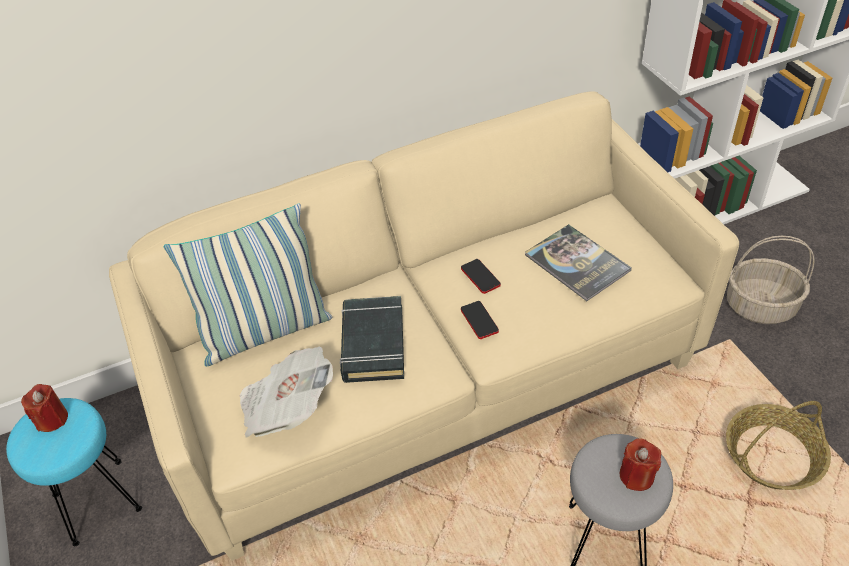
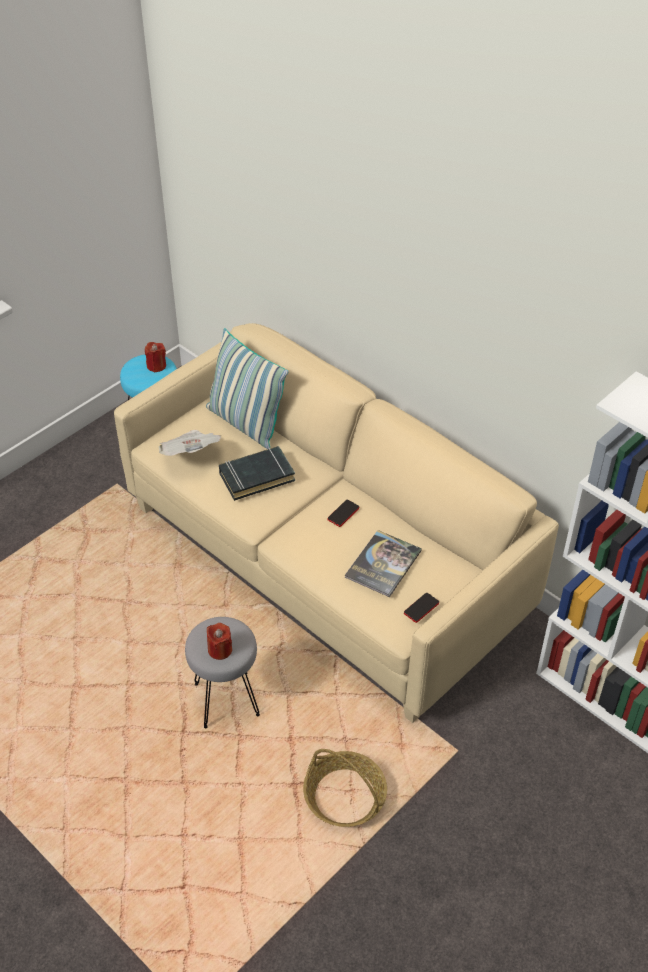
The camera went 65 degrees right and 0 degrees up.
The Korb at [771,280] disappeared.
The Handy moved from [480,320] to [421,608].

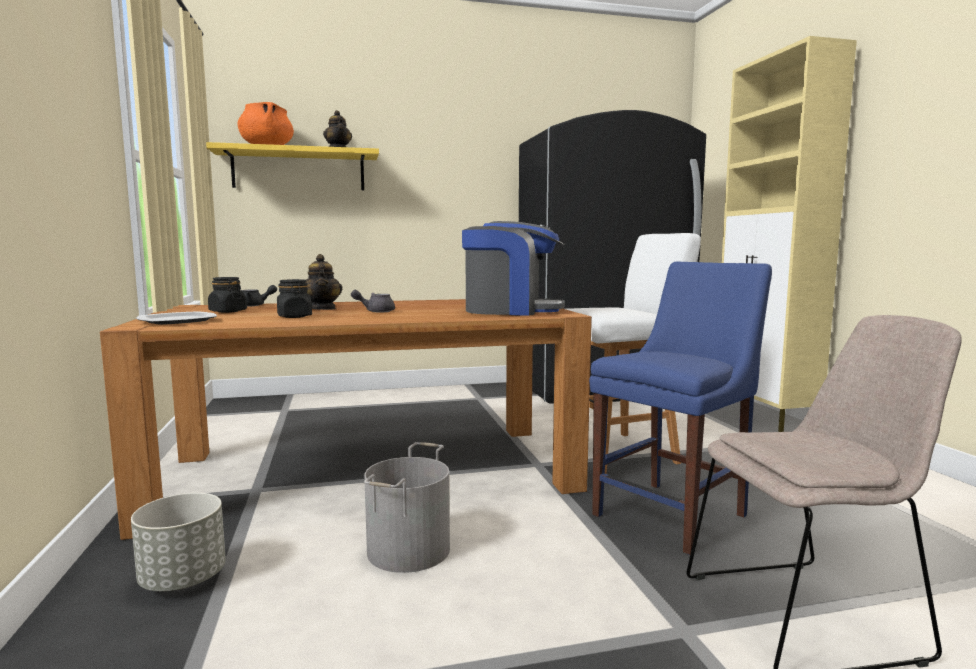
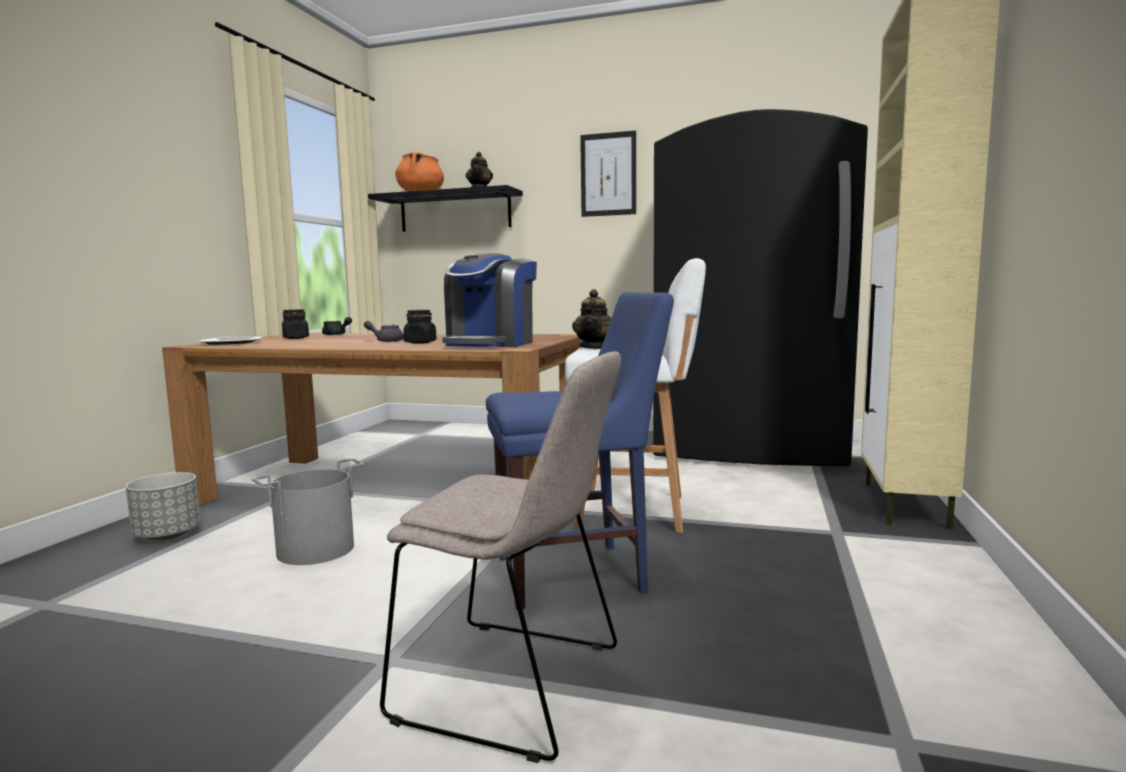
The camera went 30 degrees right and 0 degrees up.
The Bild at [608,173] appeared.
The Vorratsglas [schwarz] moved from [294,298] to [420,327].
The Teekanne moved from [324,282] to [591,319].
The Wandregal [gelb] at [292,166] became the Wandregal [schwarz] at [445,208].
The Kaffeemaschine at [513,268] turned 75 degrees clockwise.

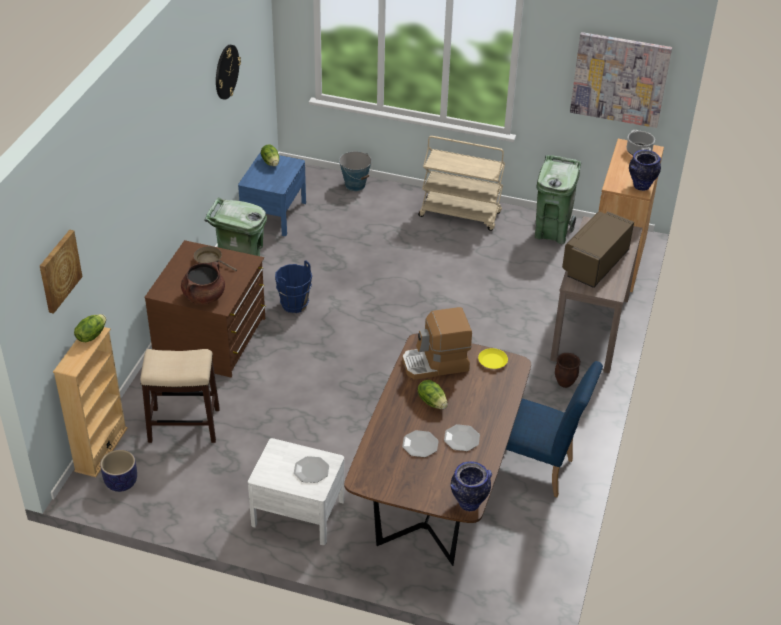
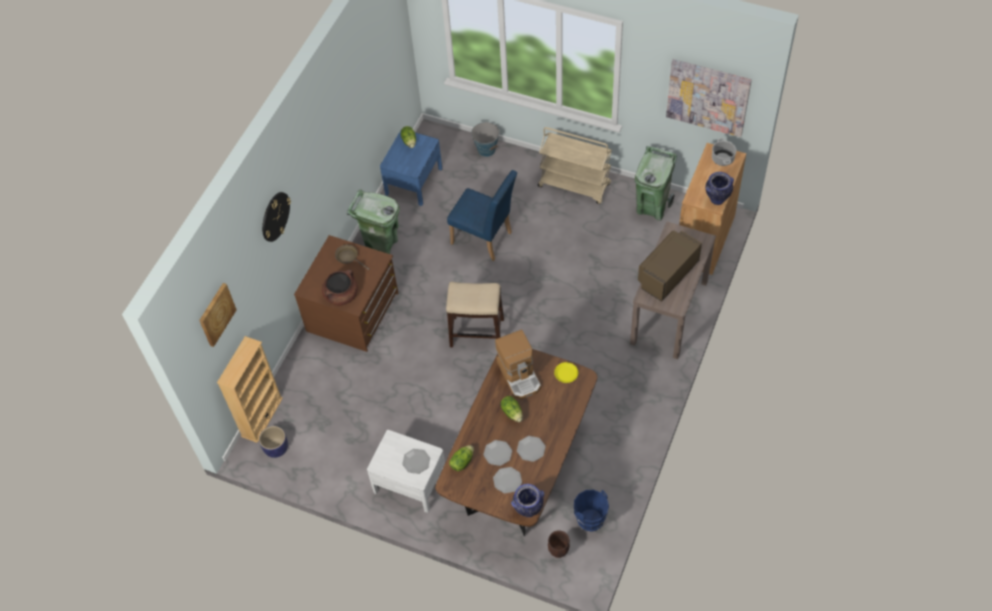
The camera went 10 degrees right and 15 degrees up.
The Teller at [507,480] appeared.
The Salatkopf moved from [90,328] to [461,458].
The Hocker moved from [180,396] to [475,314].
The Wanduhr moved from [228,72] to [276,217].
The Eimer [blau] moved from [293,286] to [591,511].
The Stuhl [blau] moved from [554,429] to [482,215].
The Pflanzkübel [braun] moved from [568,370] to [559,544].
The Kaffeemaschine at [437,343] turned 105 degrees counterclockwise.

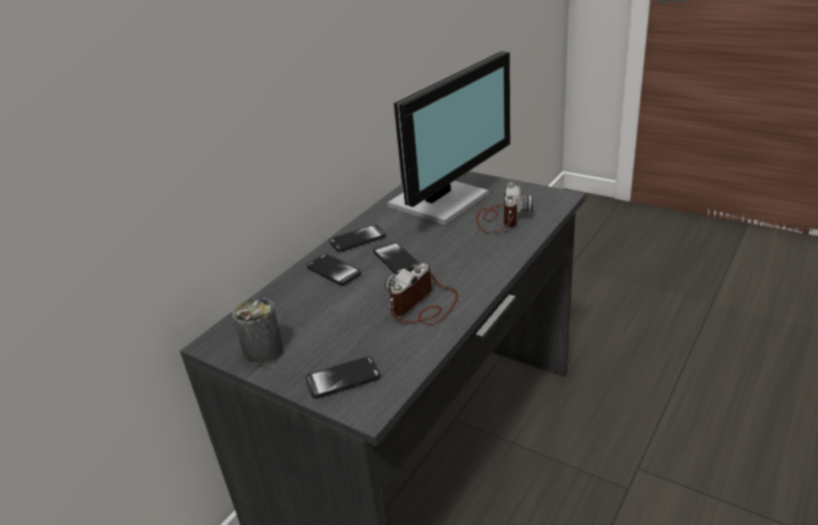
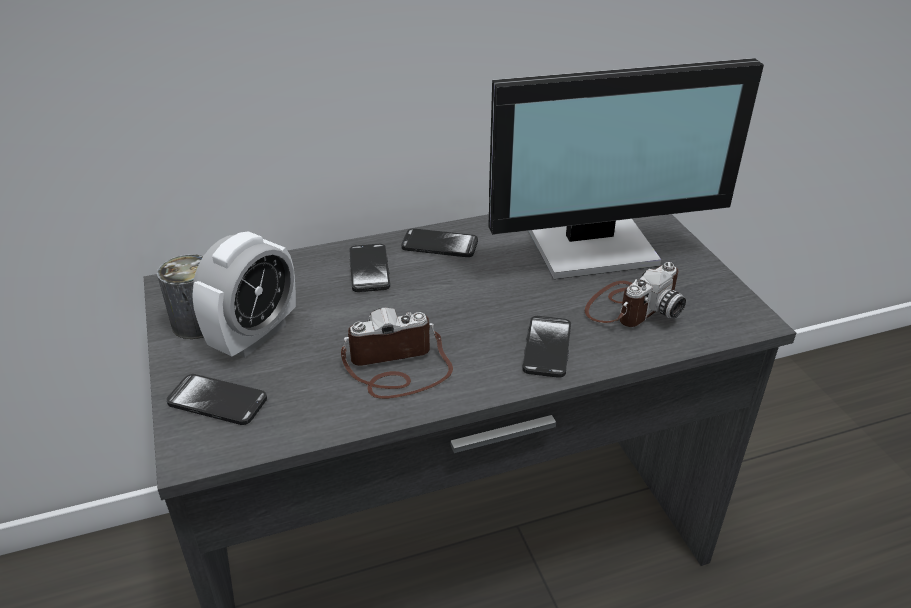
The camera went 35 degrees right and 5 degrees up.
The Wecker at [244,294] appeared.
The Handy moved from [396,258] to [546,347].

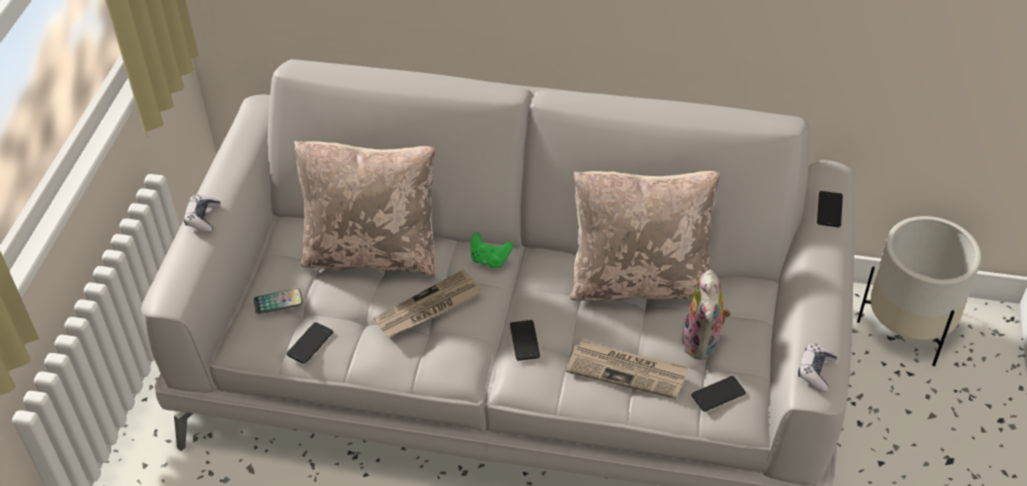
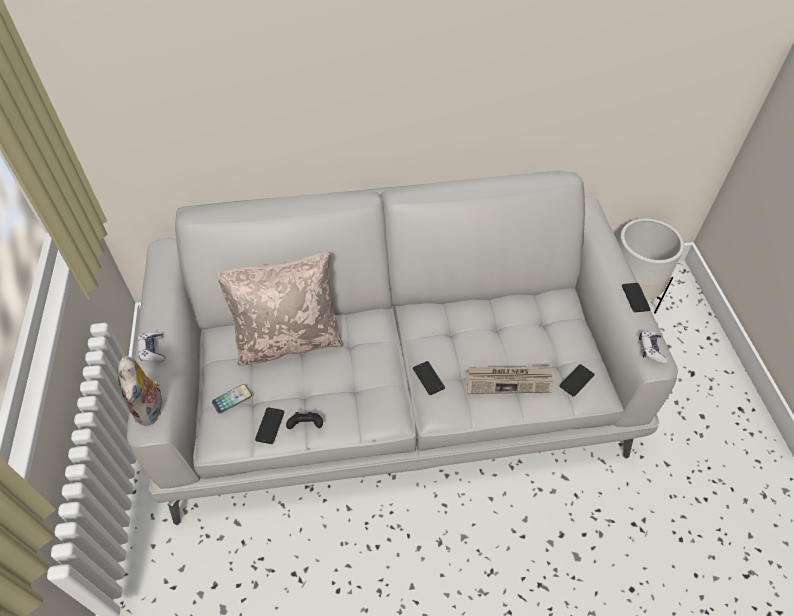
The camera went 20 degrees left and 5 degrees up.
The Zeitung at [427,303] disappeared.
The Gamepad [grün] at [492,250] disappeared.
The Kissen [beige] at [644,236] disappeared.
The Gamepad [schwarz] at [304,420] appeared.
The Plüschtier moved from [706,314] to [140,391].
The Handy moved from [830,209] to [636,297].

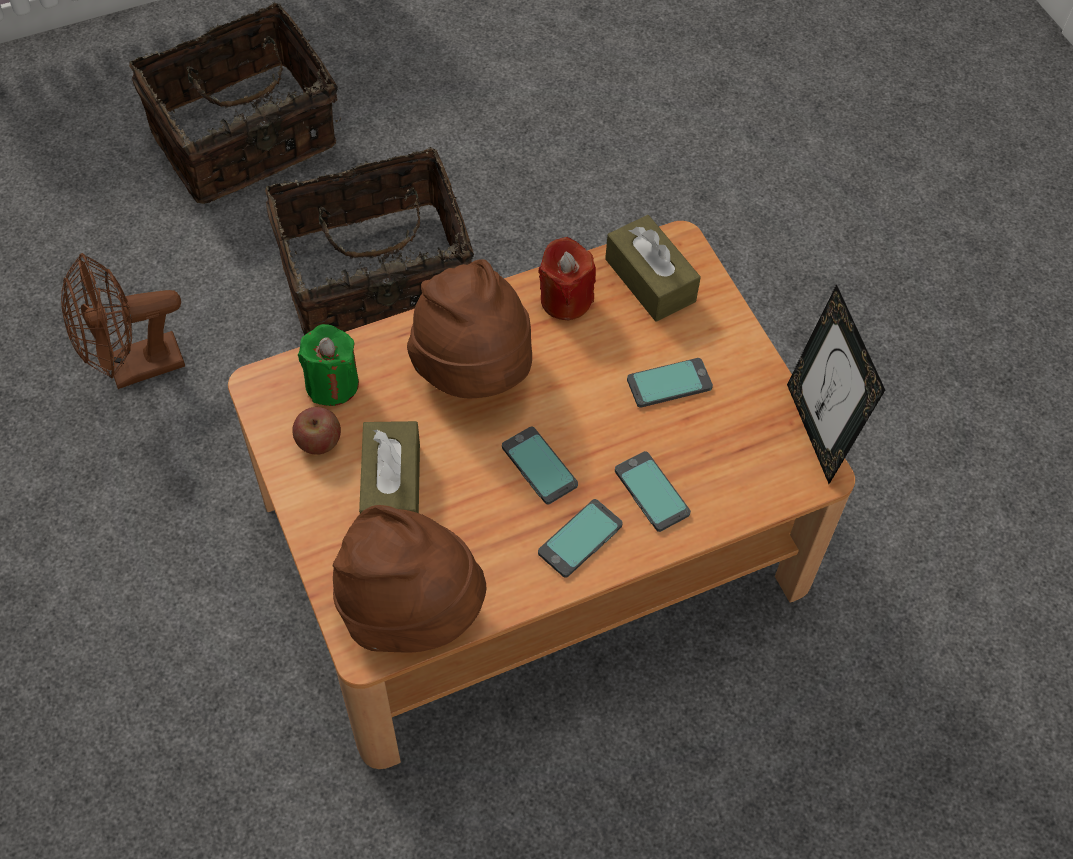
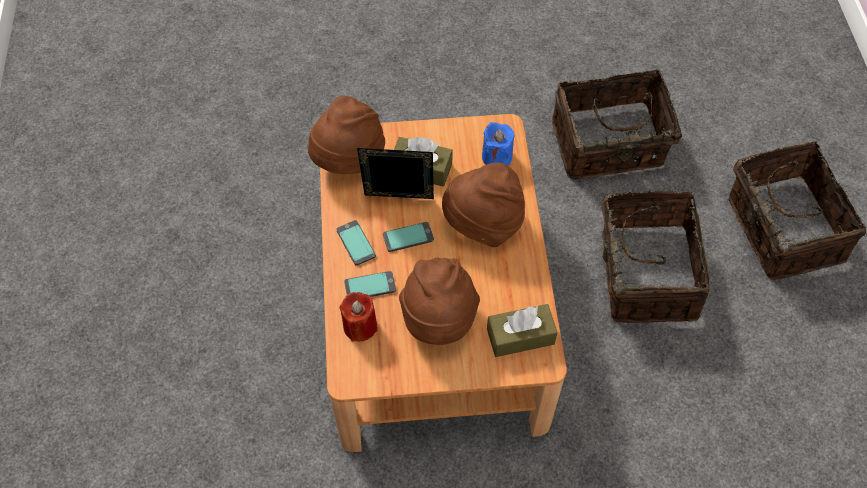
The camera went 110 degrees right and 0 degrees up.
The Apfel at [316,431] disappeared.
The Kerze [rot] moved from [567,278] to [359,317].
The Bilderrahmen moved from [836,384] to [395,173].
The Ventilator [braun] at [123,321] was replaced by the Korb at [617,124].
The Handy at [670,383] was replaced by the Hut [braun] at [439,301].
The Kerze [grün] at [328,365] became the Kerze [blau] at [498,144].

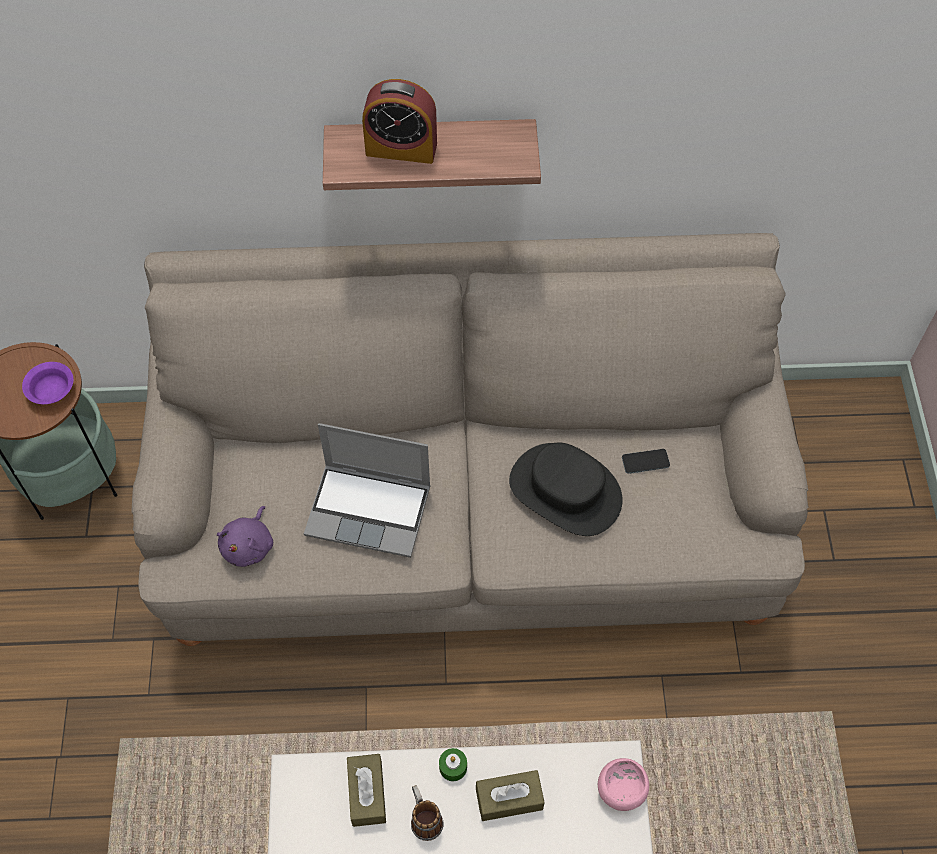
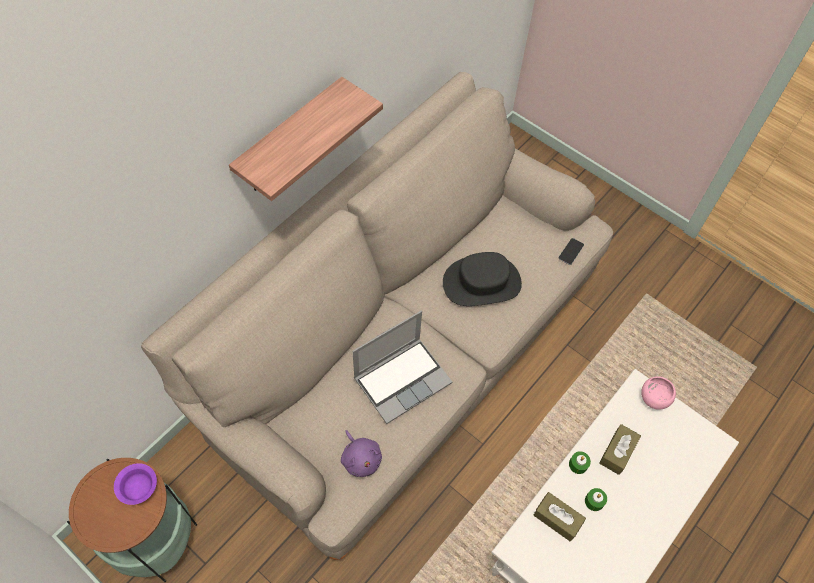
The camera went 50 degrees left and 0 degrees up.
The Wecker at [399,121] disappeared.
The Handy moved from [646,461] to [571,251].
The Henkelbecher at [427,813] was replaced by the Kerze [grün] at [596,499].

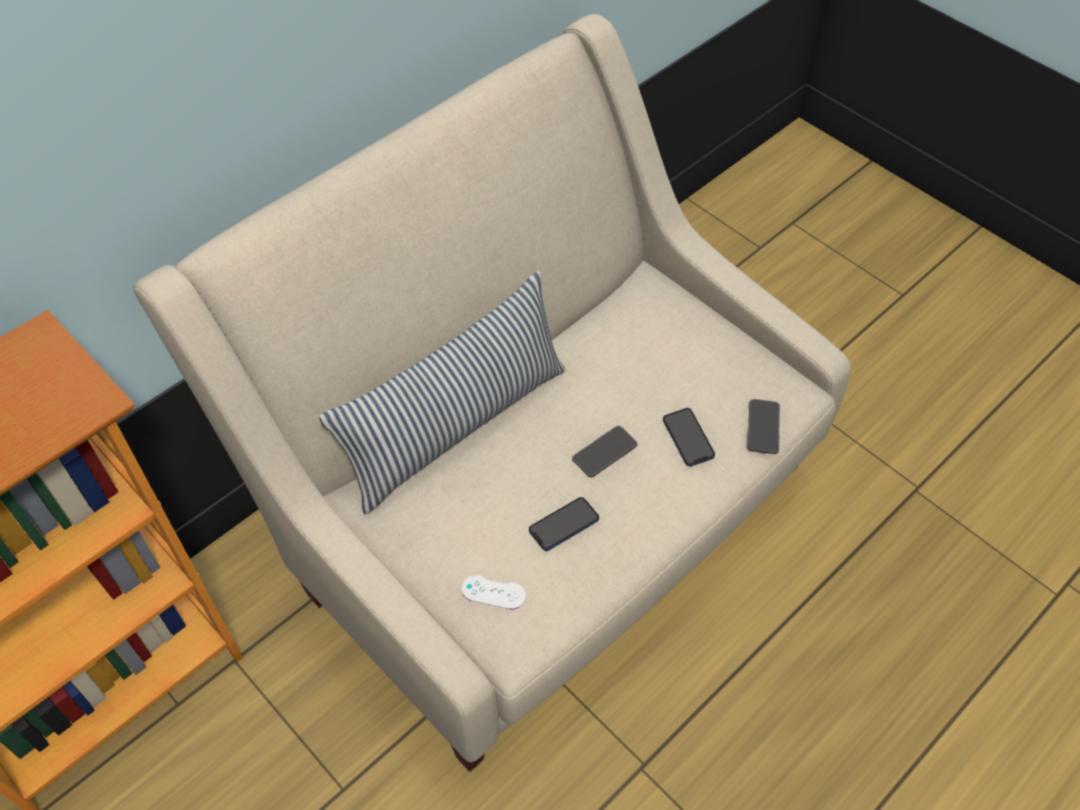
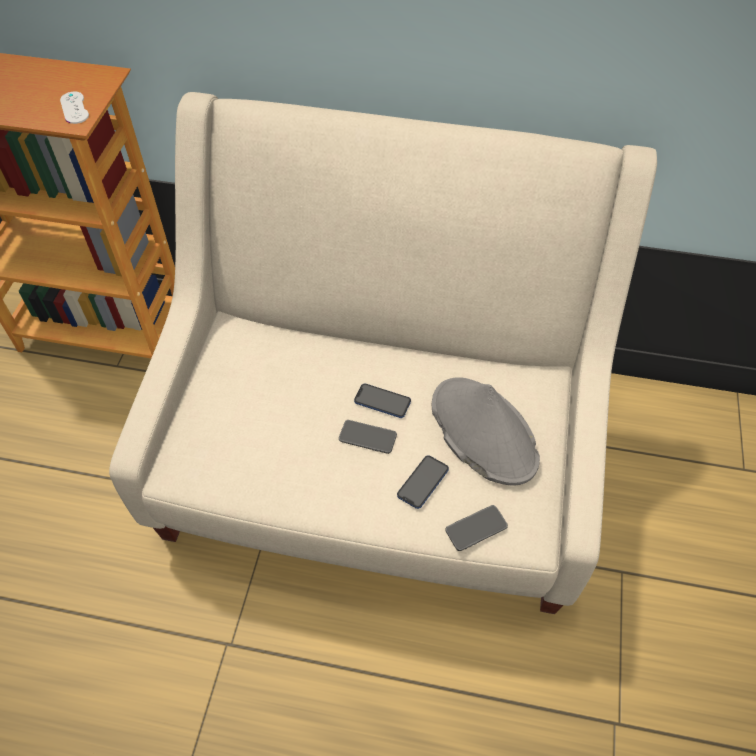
The camera went 55 degrees right and 0 degrees up.
The Kissen at [442,392] disappeared.
The Hut [grau] at [486,431] appeared.
The Gamepad [weiß] moved from [494,592] to [74,108].
The Handy moved from [564,524] to [382,401].

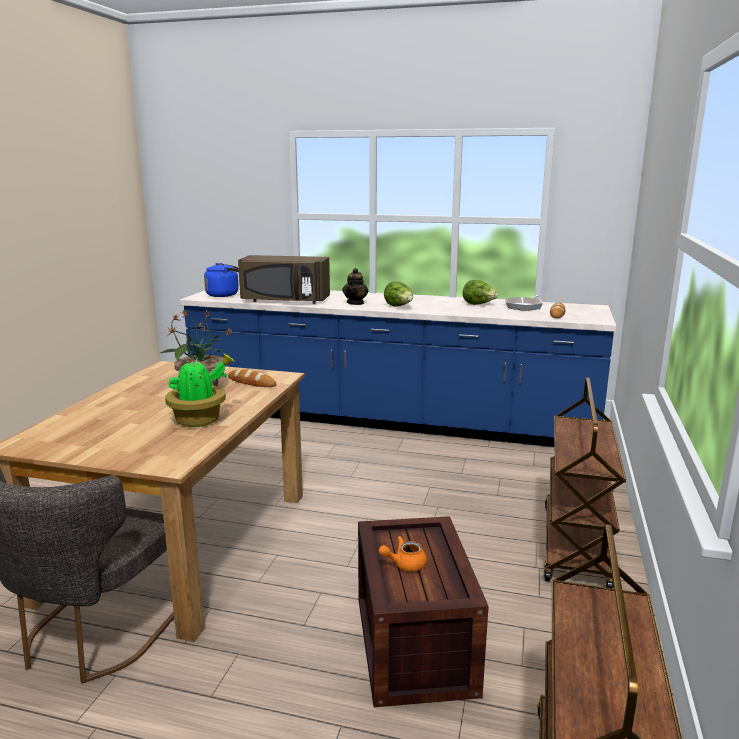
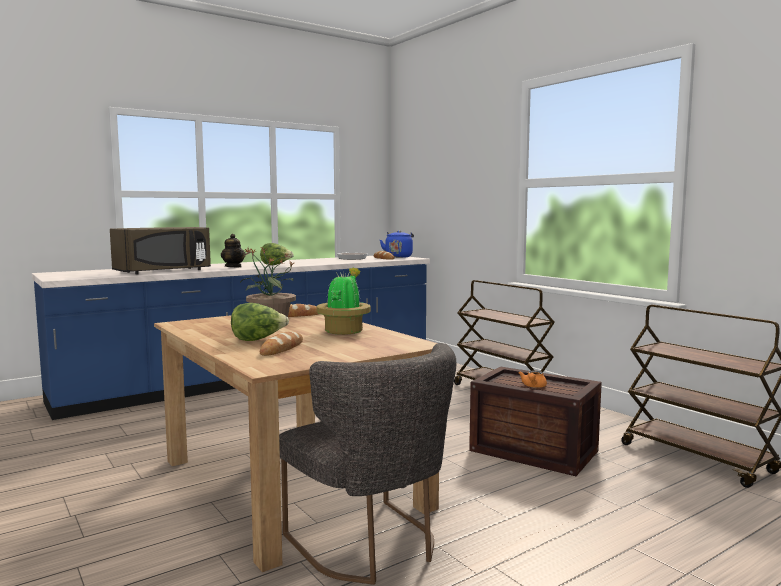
The camera went 50 degrees left and 10 degrees down.
The Brot at [281,343] appeared.
The Wasserkessel [blau] moved from [221,280] to [397,244].
The Salatkopf moved from [480,292] to [260,322].

